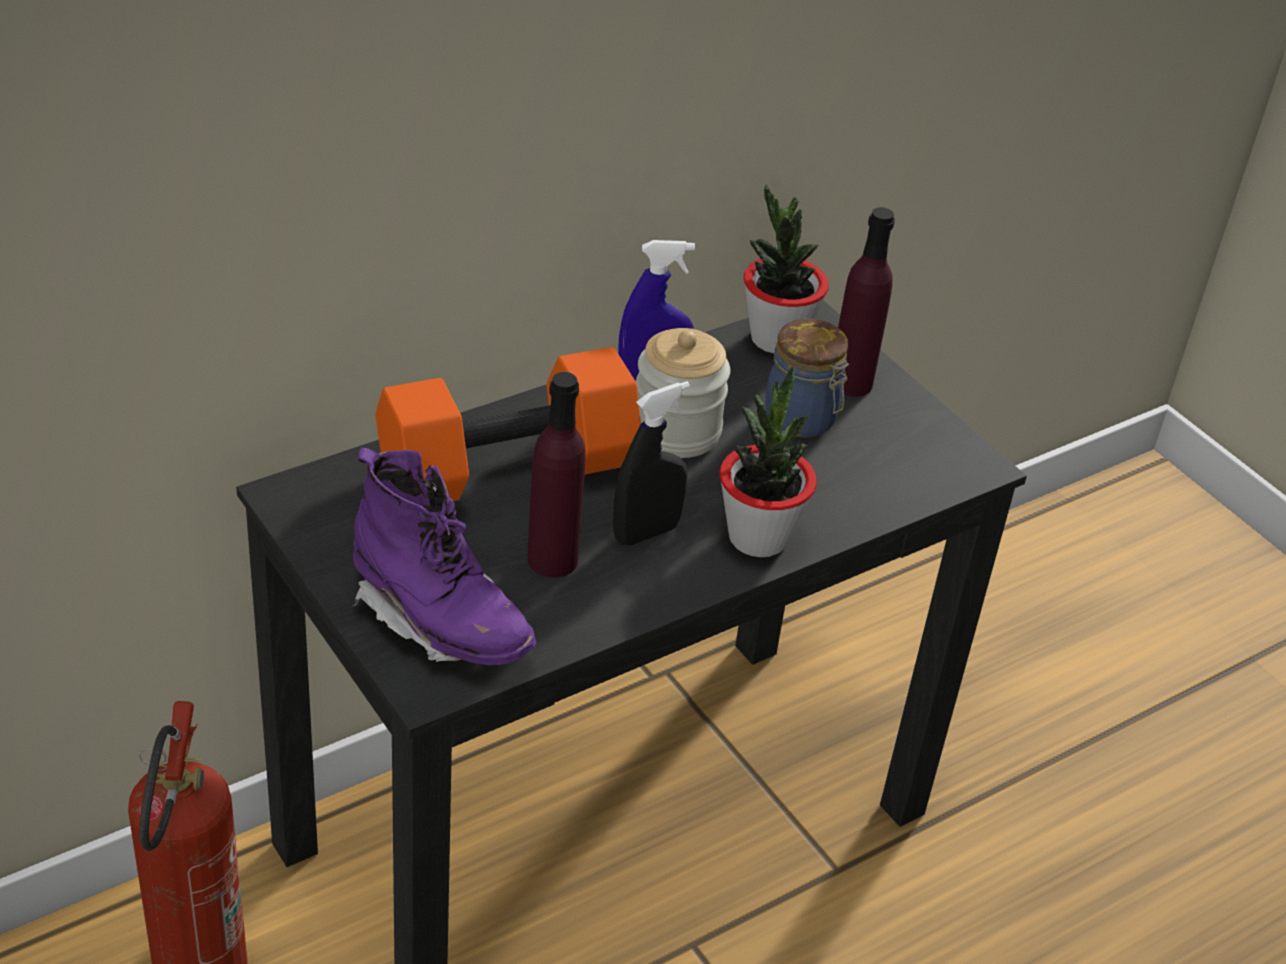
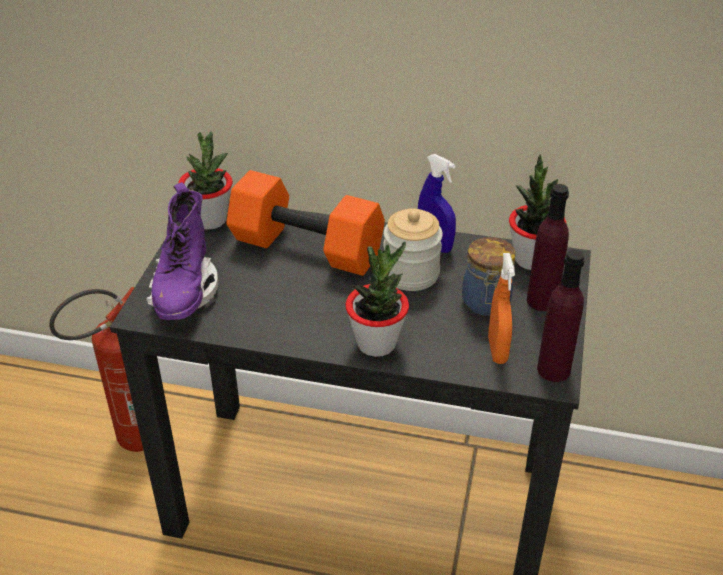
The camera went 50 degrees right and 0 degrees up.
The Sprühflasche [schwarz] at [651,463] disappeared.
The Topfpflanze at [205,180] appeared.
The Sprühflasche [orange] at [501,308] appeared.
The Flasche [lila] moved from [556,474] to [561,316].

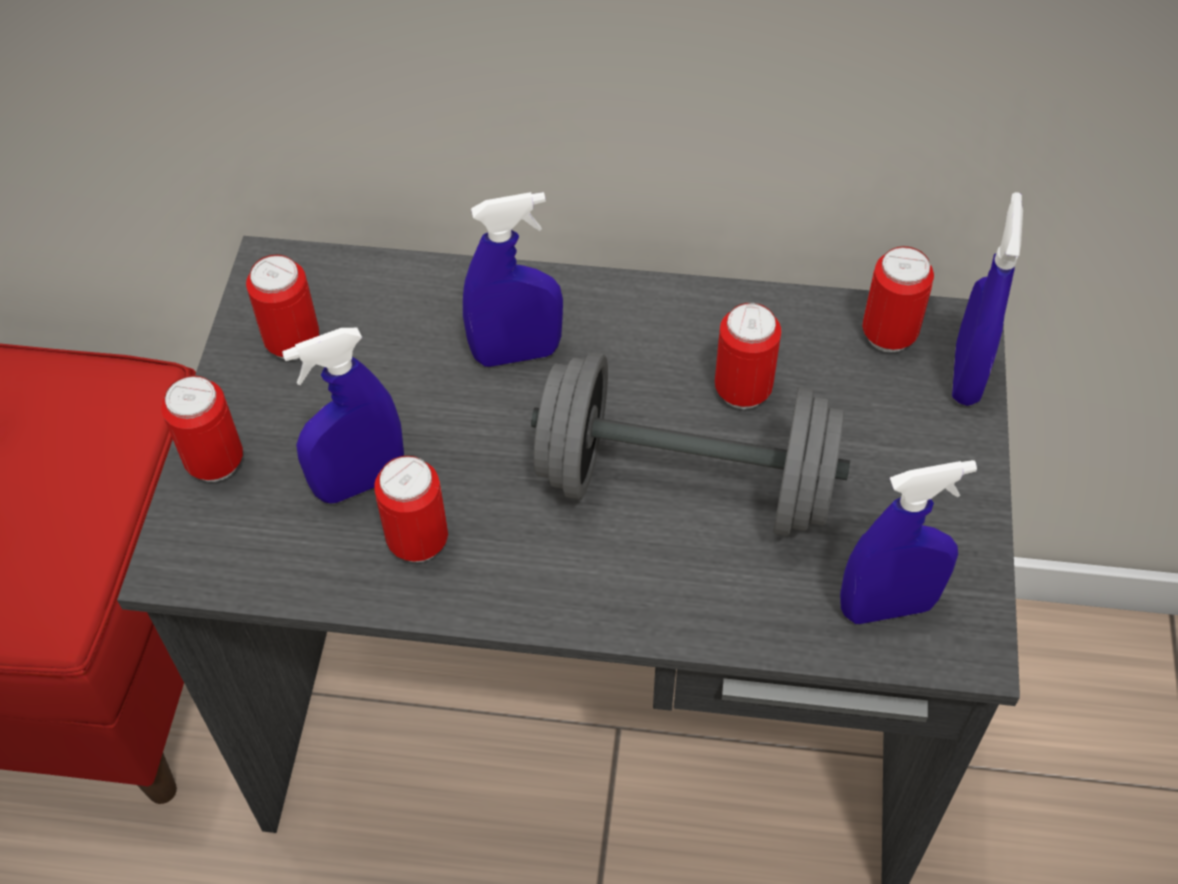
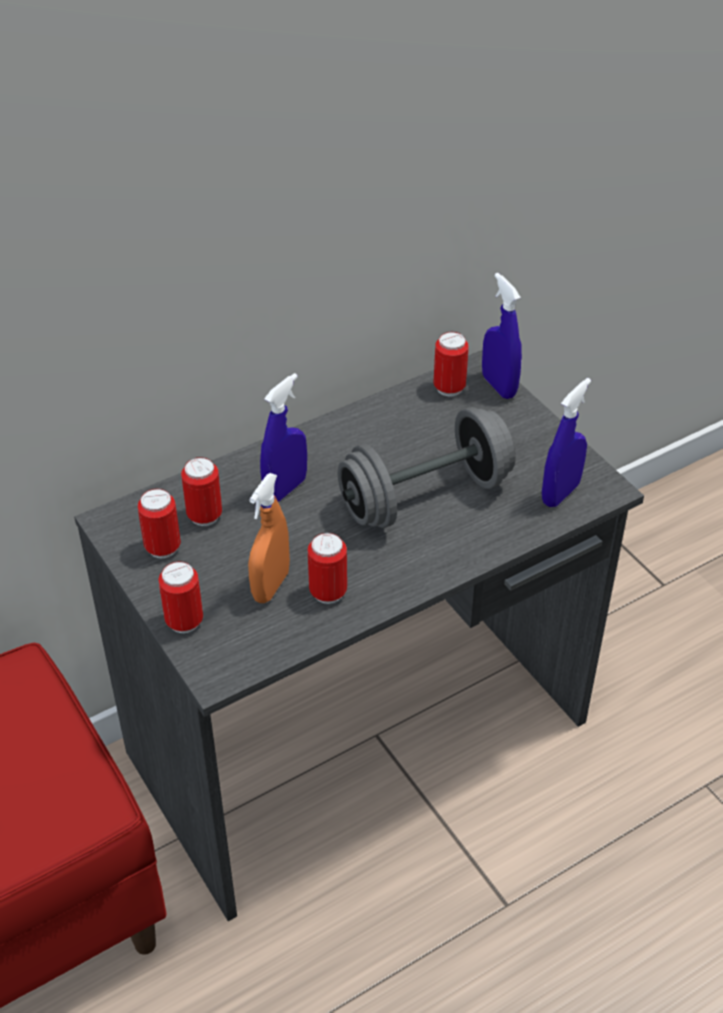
The camera went 40 degrees left and 10 degrees down.
The Dose moved from [748,356] to [201,491].
The Sprühflasche [blau] at [343,415] became the Sprühflasche [orange] at [269,538].

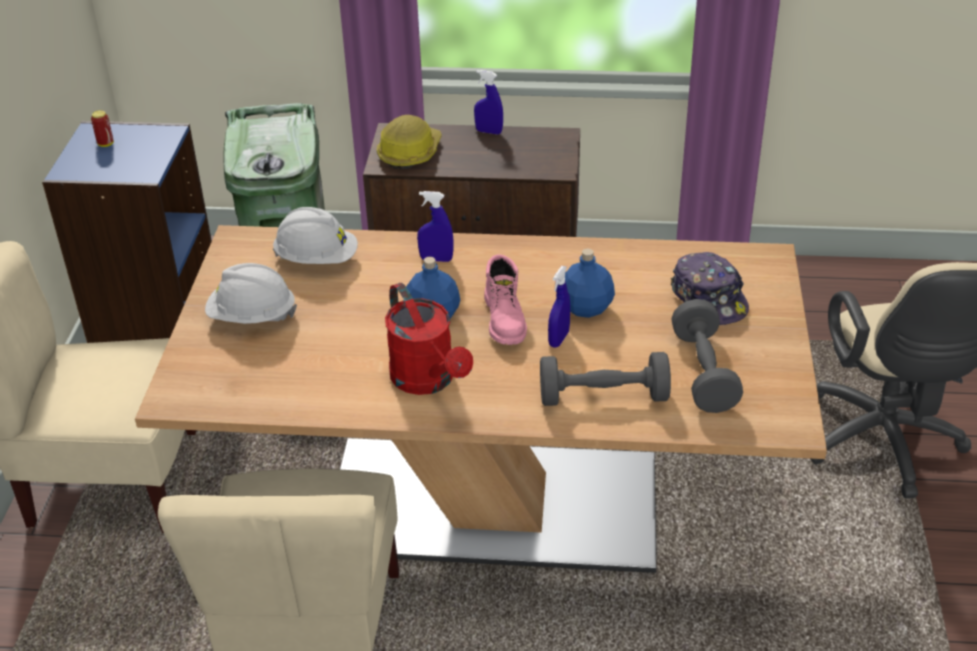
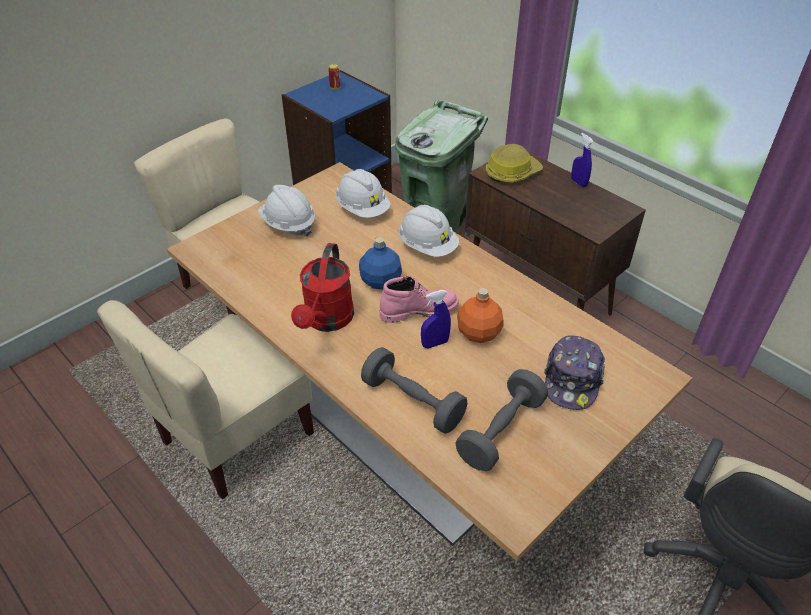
The camera went 40 degrees right and 5 degrees up.
The Sprühflasche [blau] at [435,226] was replaced by the Schutzhelm [weiß] at [428,231].
The Flasche [blau] at [590,283] became the Flasche [orange] at [480,315].
The Stiefel [rosa] at [505,300] turned 135 degrees counterclockwise.

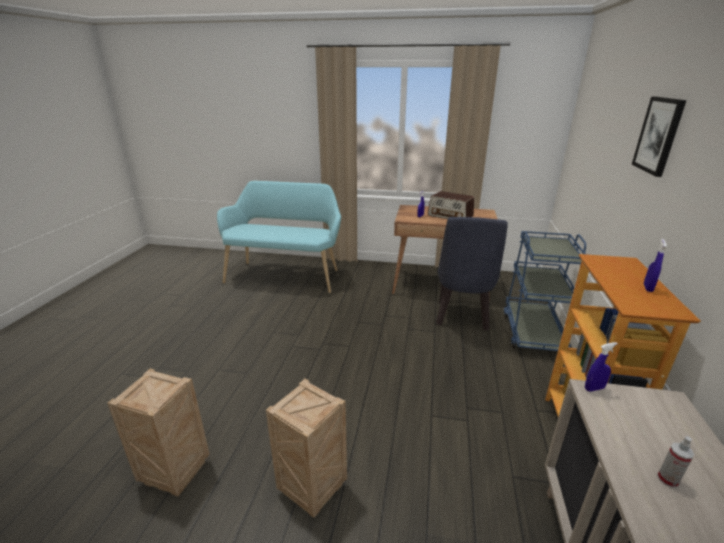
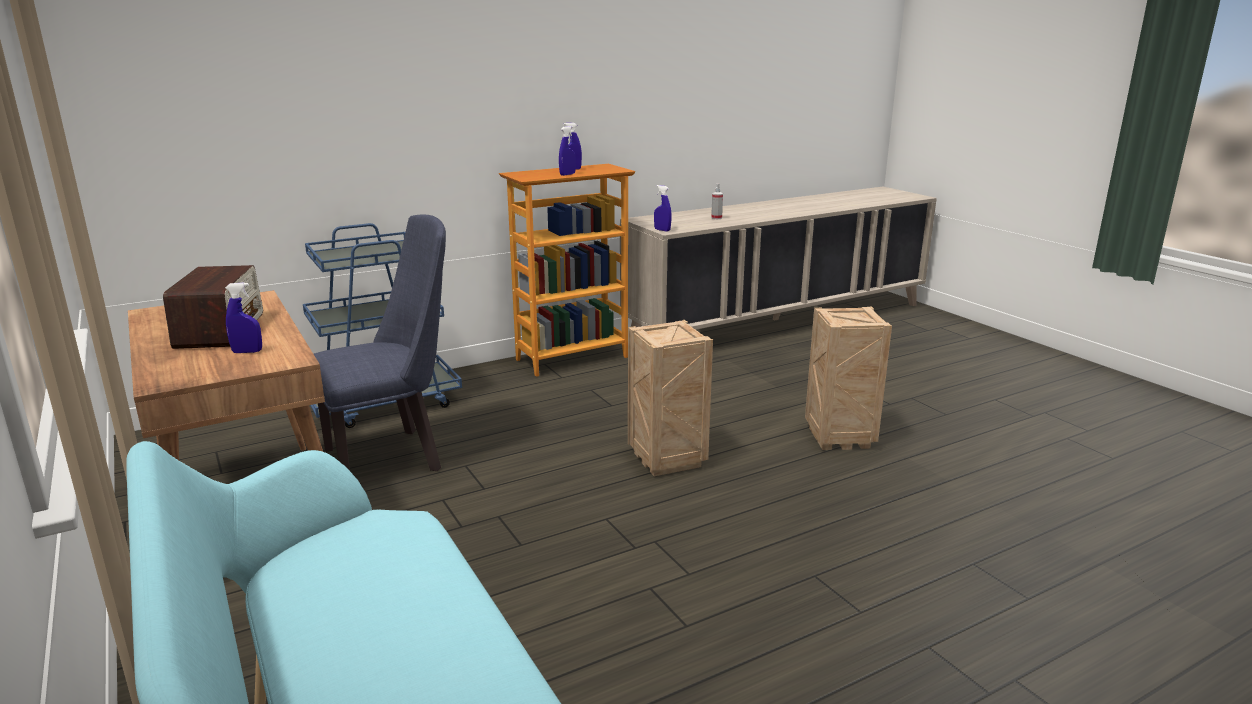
The camera went 130 degrees left and 5 degrees down.
The Bild at [659,137] disappeared.
The Sprühflasche [blau] at [567,151] appeared.
The Kiste moved from [158,432] to [670,398].

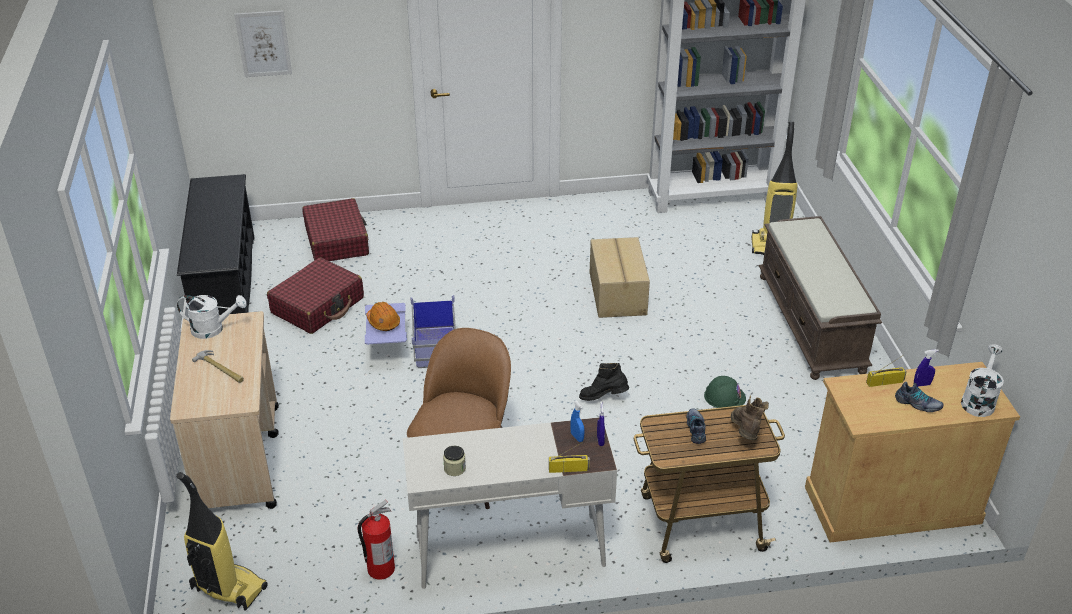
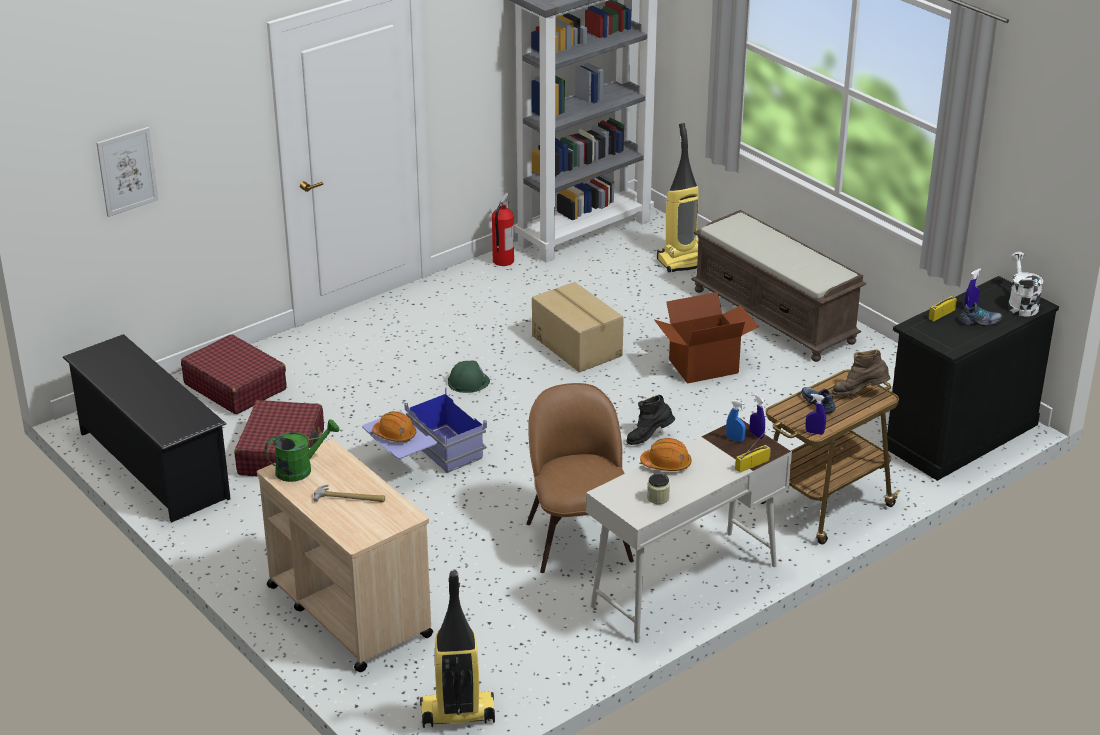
The camera went 30 degrees left and 5 degrees down.
The Schutzhelm [orange] at [665,454] appeared.
The Karton at [706,338] appeared.
The Sprühflasche [blau] at [816,414] appeared.
The Feuerlöscher moved from [376,539] to [503,229].
The Schutzhelm [grün] moved from [725,392] to [469,376].
The Gießkanne [weiß] at [212,317] became the Gießkanne [grün] at [302,450].
The Schrank [beige] at [912,452] became the Schrank [schwarz] at [970,378].
The Stiefel [braun] at [750,418] turned 60 degrees counterclockwise.

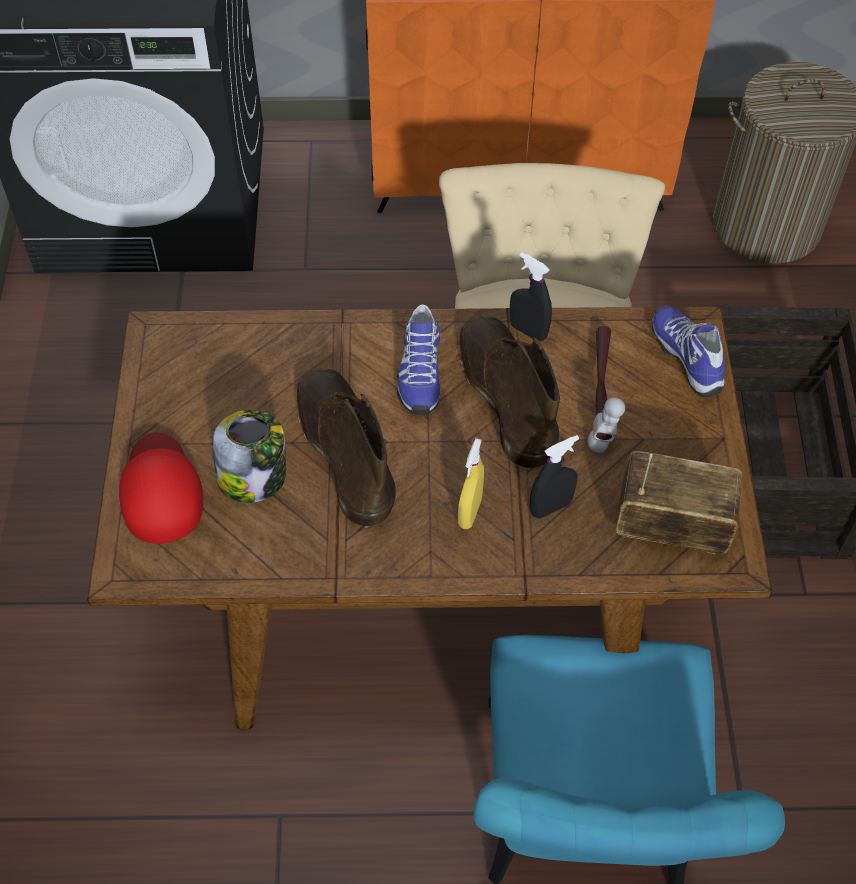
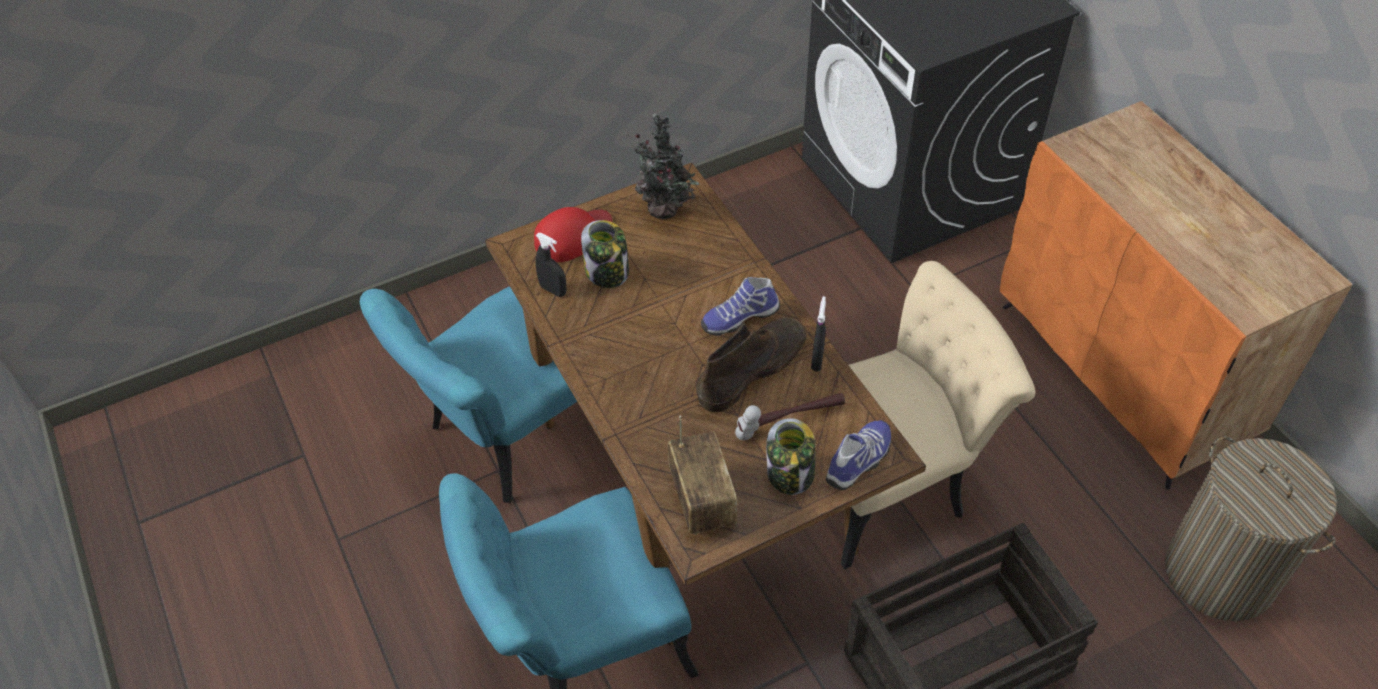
The camera went 65 degrees right and 5 degrees down.
The Stiefel [braun] at [346,448] disappeared.
The Sprühflasche [gelb] at [471,483] disappeared.
The Stuhl [türkis] at [468,394] appeared.
The Topfpflanze at [663,166] appeared.
The Vorratsglas at [791,456] appeared.
The Sprühflasche [schwarz] moved from [554,476] to [551,265].

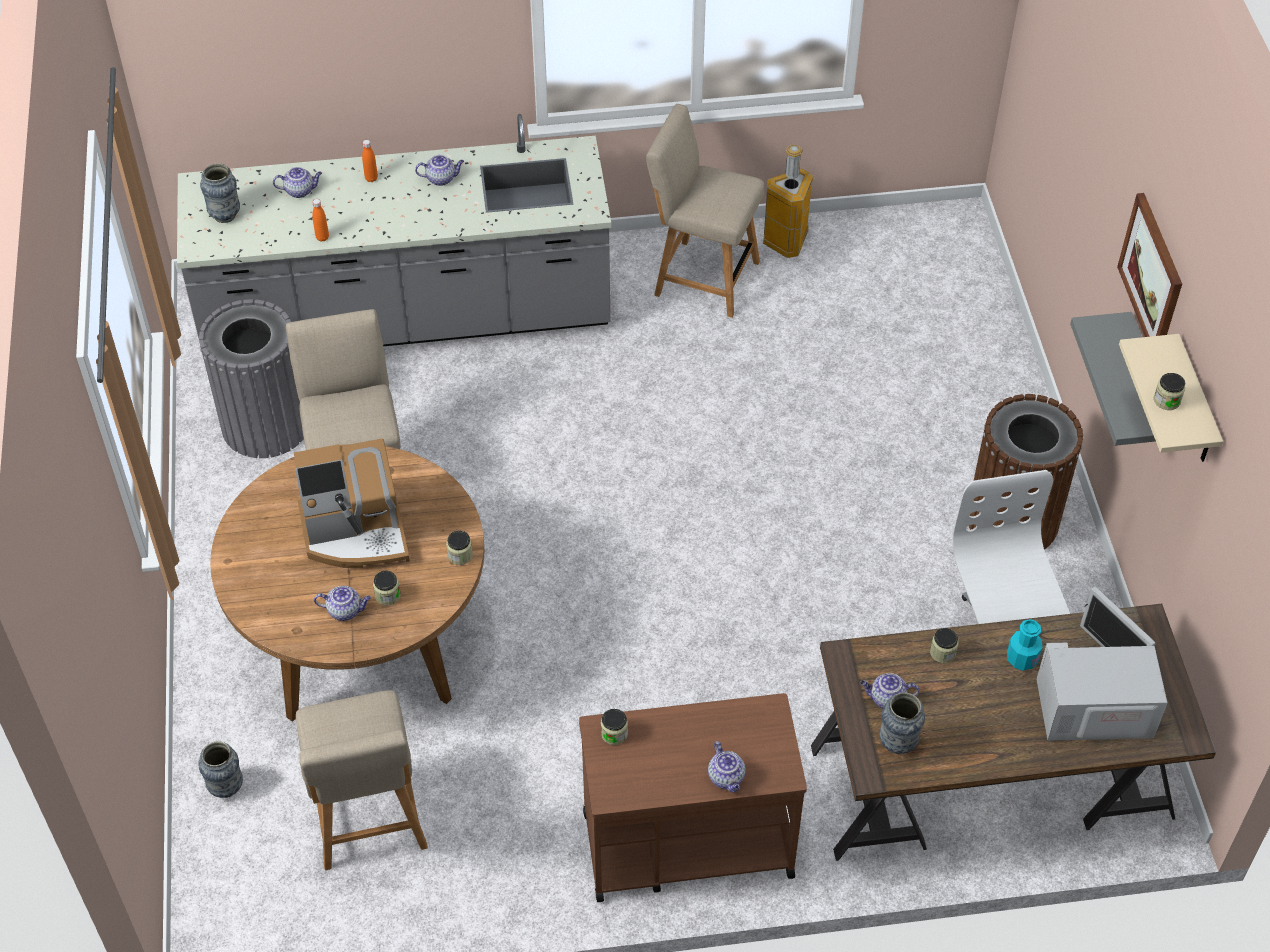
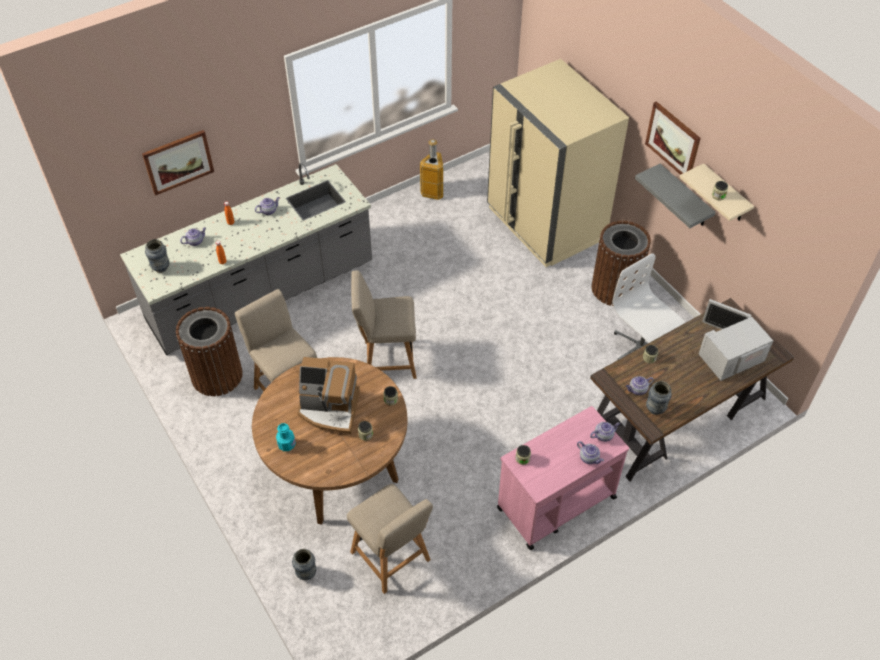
The camera went 25 degrees left and 0 degrees up.
The Bild at [178,163] appeared.
The Kühlschrank [beige] at [558,163] appeared.
The Teekanne moved from [342,603] to [605,432].
The Stuhl [beige] moved from [705,211] to [384,325].
The Flasche [türkis] moved from [1024,645] to [286,437].
The Mülleimer [grau] at [251,378] became the Mülleimer [braun] at [209,351].
The Rollwagen [braun] at [693,797] became the Rollwagen [rosa] at [563,478].
The Kaffeemaschine at [351,503] turned 45 degrees clockwise.

